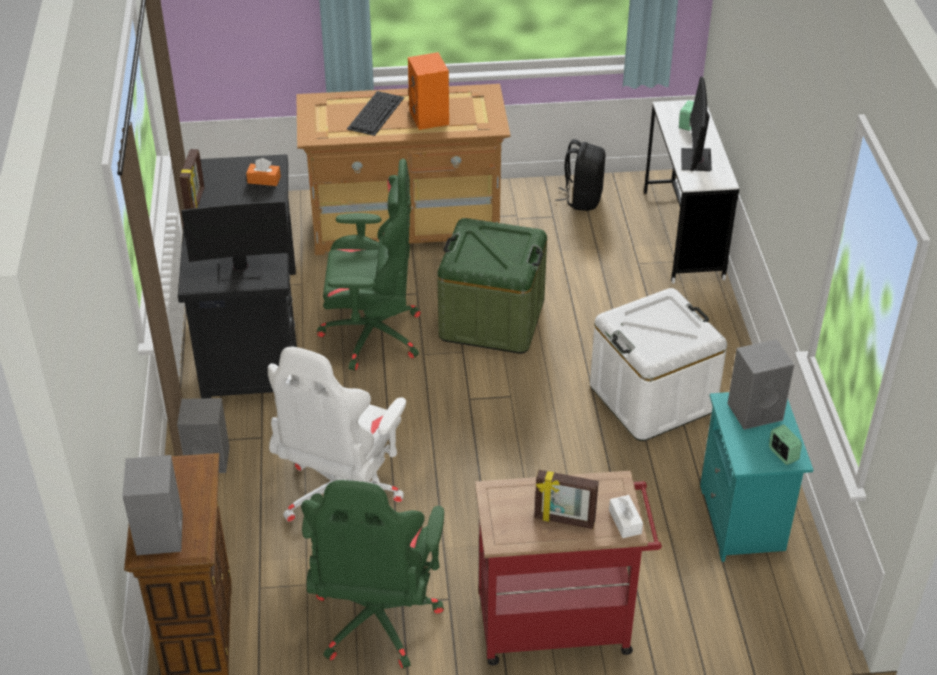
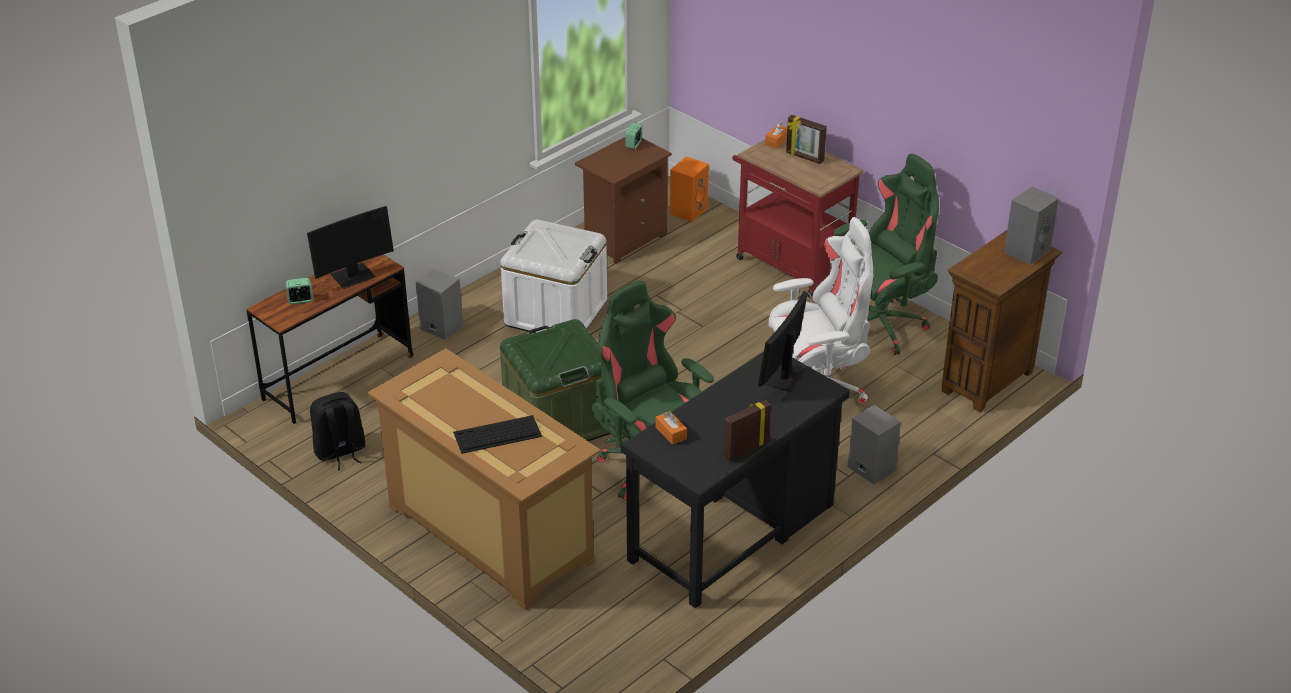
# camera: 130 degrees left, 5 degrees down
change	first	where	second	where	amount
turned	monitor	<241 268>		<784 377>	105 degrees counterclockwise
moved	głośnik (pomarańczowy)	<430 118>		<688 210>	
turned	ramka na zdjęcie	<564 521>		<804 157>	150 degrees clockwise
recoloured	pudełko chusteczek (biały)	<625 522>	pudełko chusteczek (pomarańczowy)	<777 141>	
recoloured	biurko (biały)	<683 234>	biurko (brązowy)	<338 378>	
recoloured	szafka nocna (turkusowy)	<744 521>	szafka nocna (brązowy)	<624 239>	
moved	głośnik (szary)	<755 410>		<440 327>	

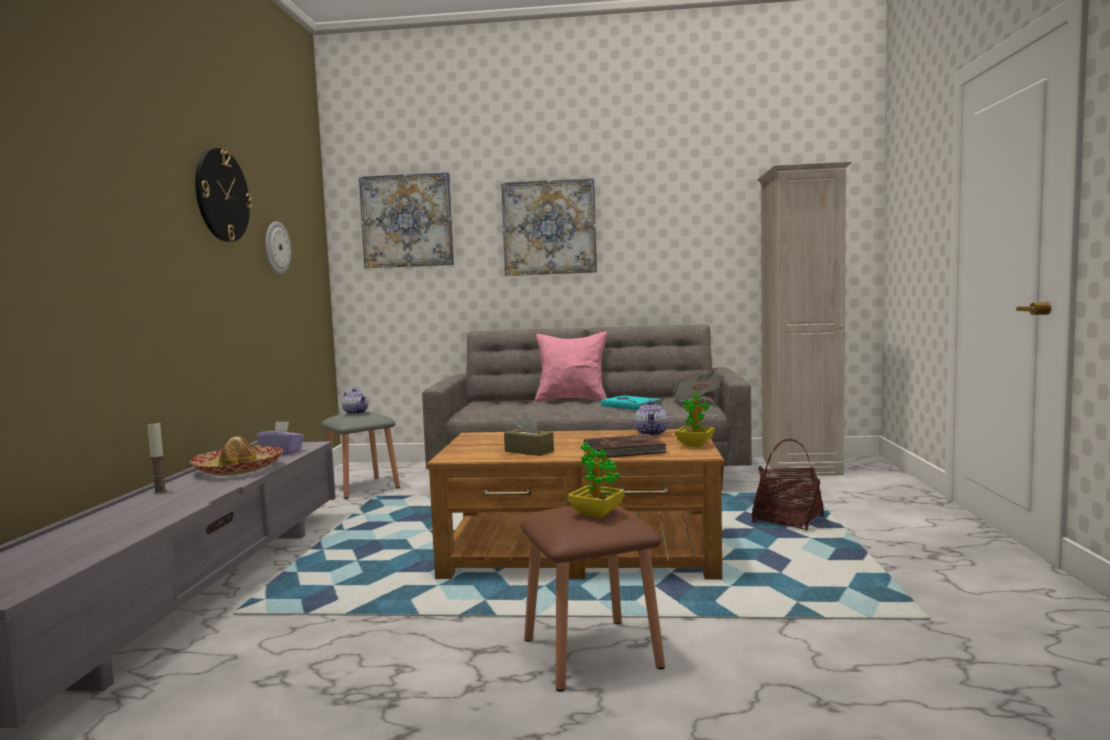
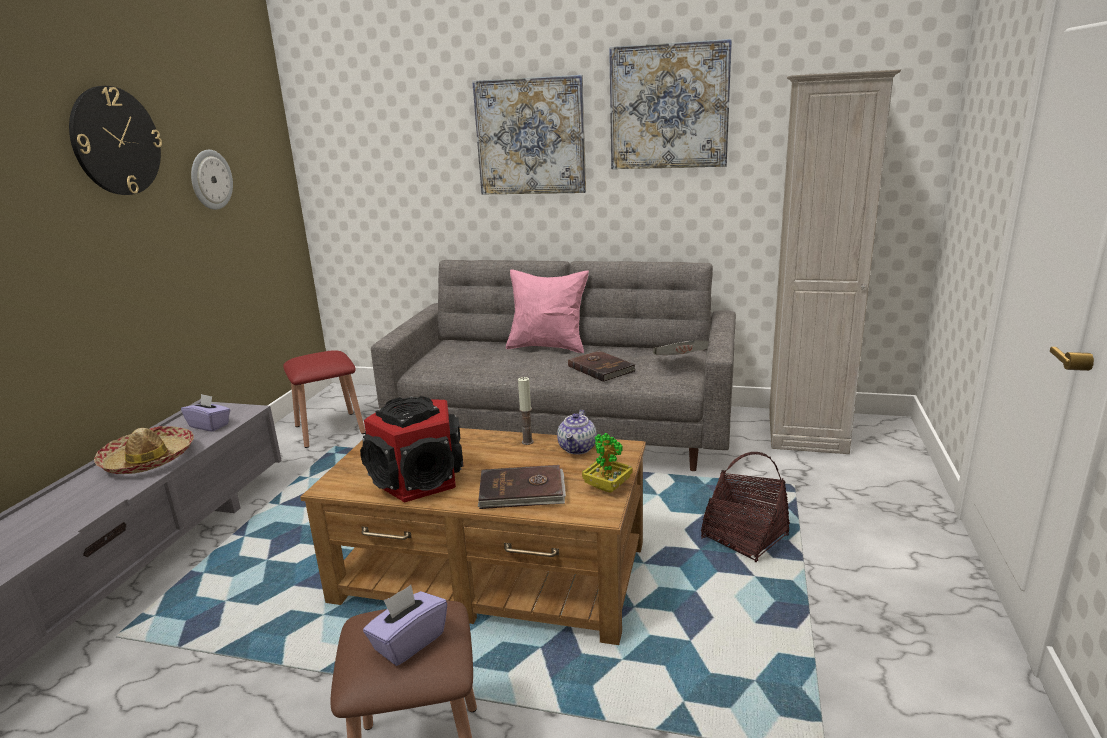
# camera: 10 degrees right, 15 degrees up
change	first	where	second	where	amount
moved	świeca	<160 492>		<527 442>	
recoloured	stołek (szary)	<362 487>	stołek (czerwony)	<330 429>	
removed	imbryk	<356 413>			
moved	obraz	<407 221>		<669 107>	
replaced	pudełko chusteczek (brązowy)	<529 451>	głośnik	<420 480>	
replaced	roślina doniczkowa	<596 513>	pudełko chusteczek (fioletowy)	<409 642>	
recoloured	książka (turkusowy)	<631 405>	książka (brązowy)	<601 368>	

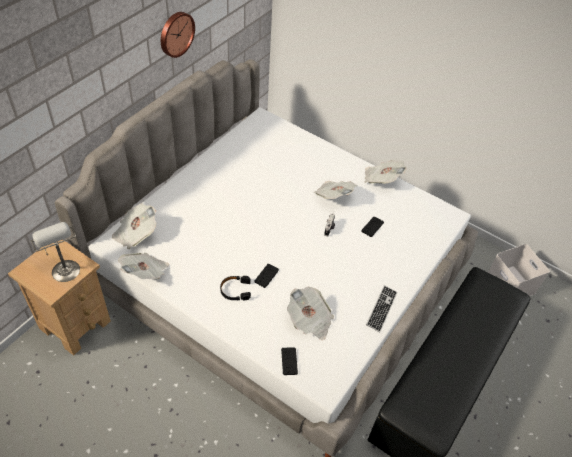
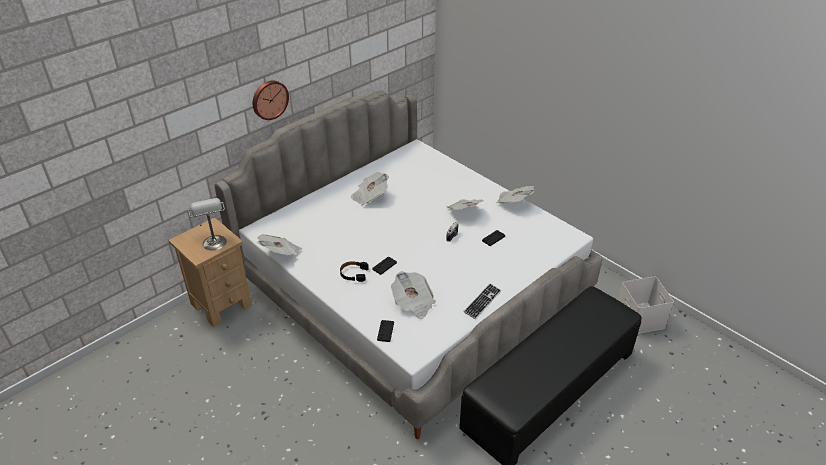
# camera: 15 degrees right, 10 degrees down
change	first	where	second	where	amount
moved	gazeta	<135 234>		<370 196>	
moved	zegar ścienny	<176 34>		<269 99>	

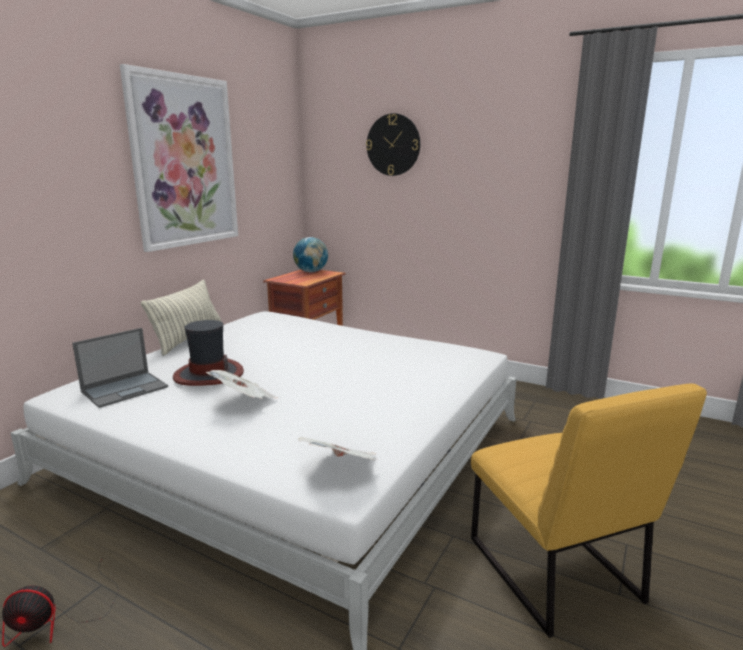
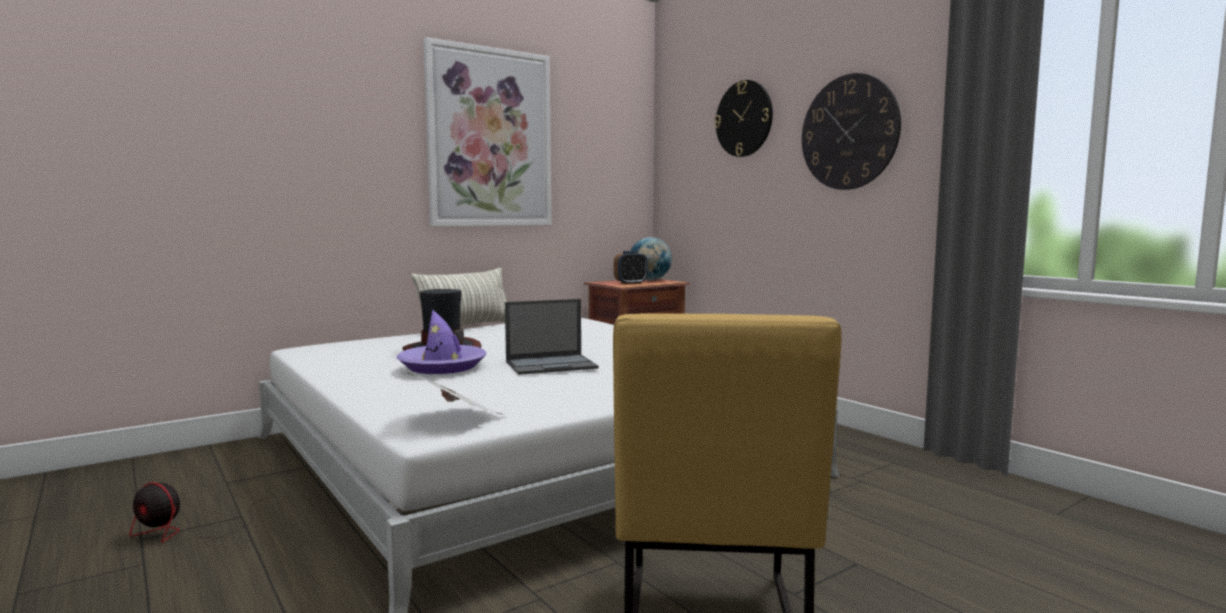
# camera: 25 degrees right, 10 degrees down
change	first	where	second	where	amount
moved	laptop	<126 389>		<552 365>	
replaced	gazeta	<244 401>	kapelusz (fioletowy)	<442 367>	
added			budzik	<630 283>	
added			zegar ścienny	<849 132>	

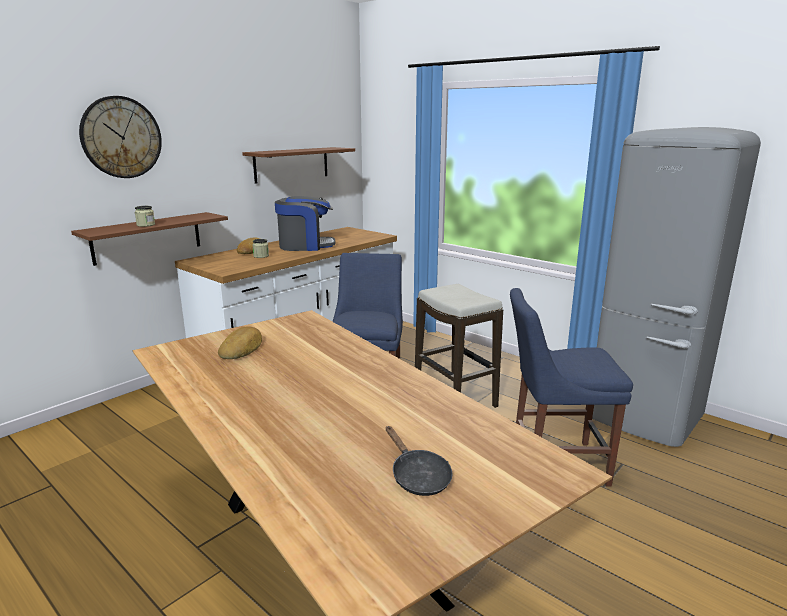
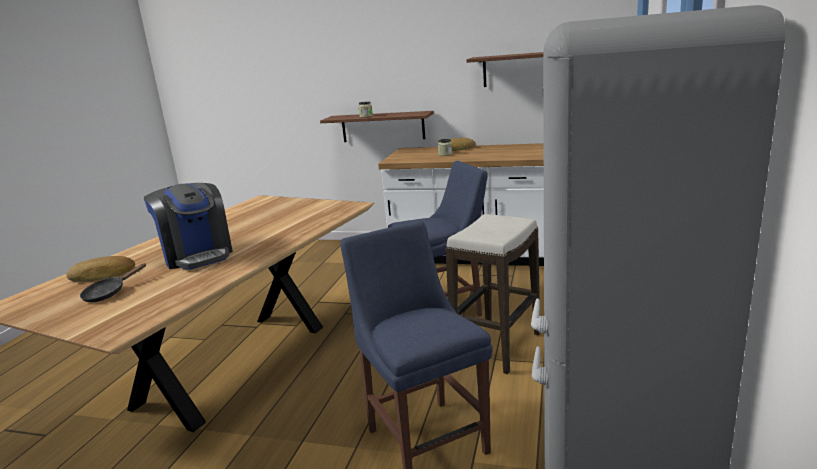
# camera: 65 degrees right, 0 degrees up
change	first	where	second	where	amount
removed	zegar ścienny	<121 137>			
moved	chleb	<242 348>		<103 275>	
moved	ekspres do kawy	<305 246>		<197 255>	

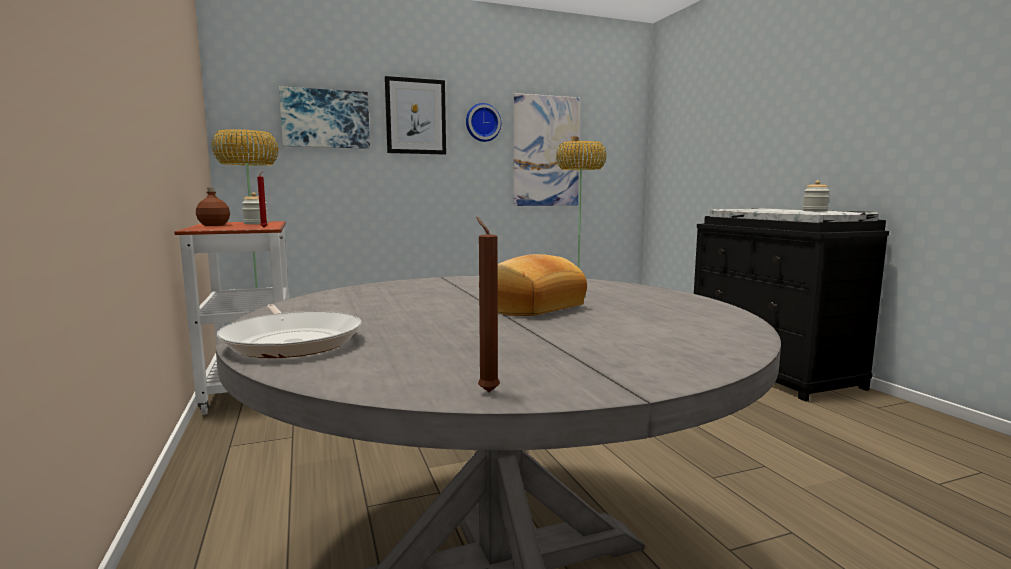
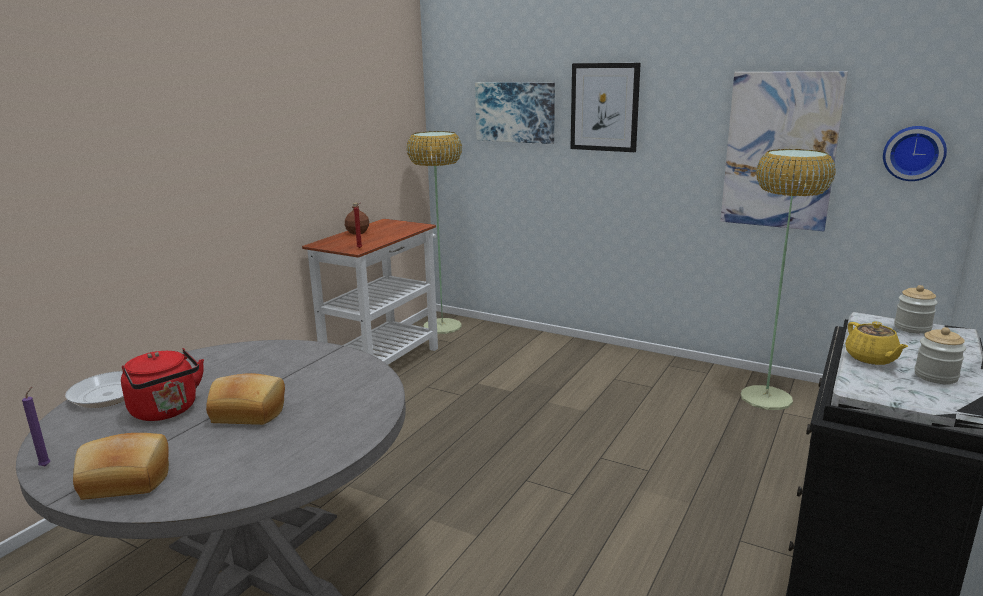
# camera: 50 degrees right, 10 degrees up
change	first	where	second	where	amount
moved	słoik	<256 224>		<912 328>	
moved	zegar ścienny	<482 122>		<914 153>	
recoloured	świeca (brązowy)	<486 391>	świeca (fioletowy)	<46 465>	
added			chleb	<126 481>	
added			czajnik (czerwony)	<167 411>	
added			imbryk (żółty)	<871 358>	

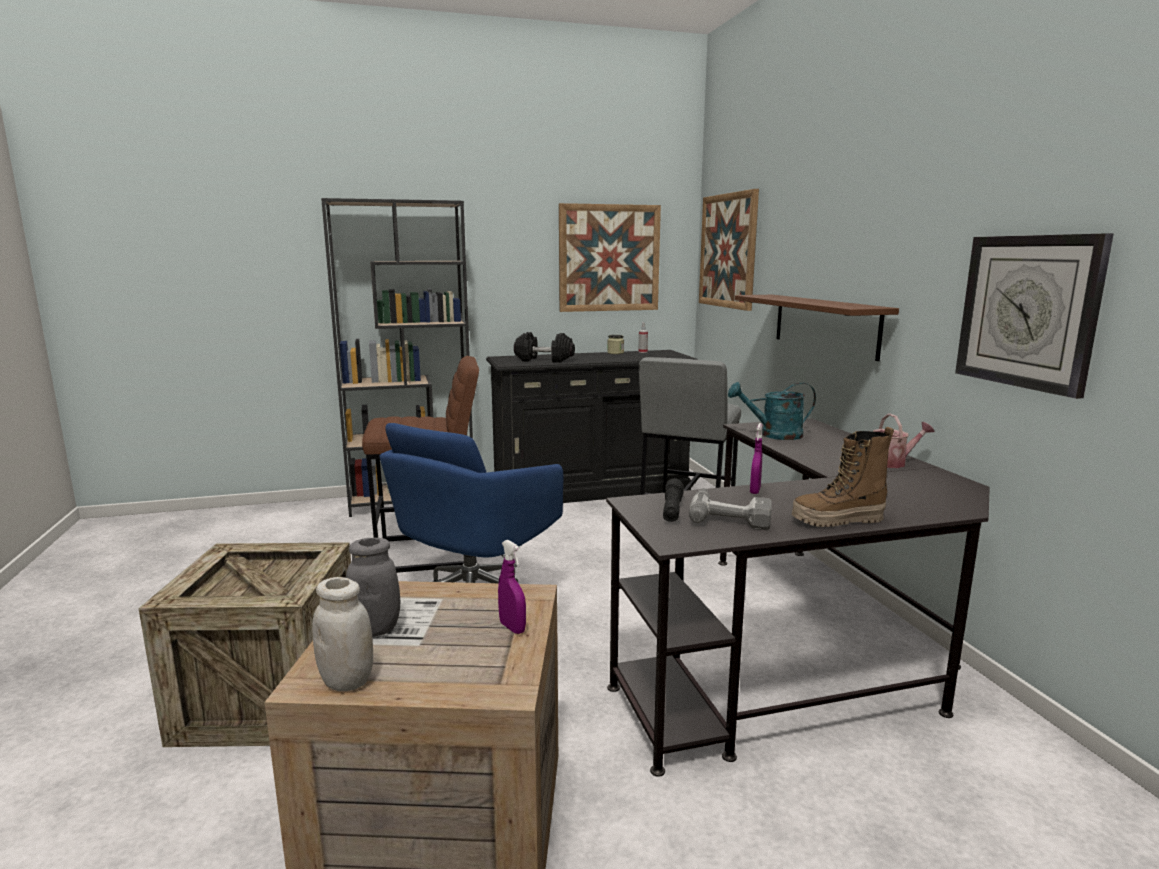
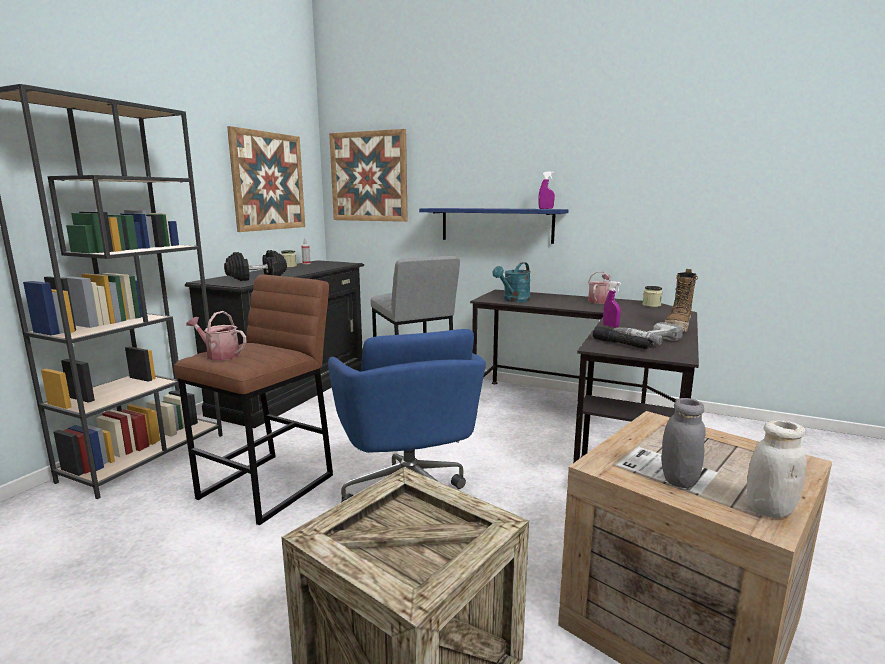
# camera: 50 degrees left, 0 degrees up
change	first	where	second	where	amount
moved	spryskiwacz (fioletowy)	<512 627>		<545 209>	
recoloured	półka (brązowy)	<824 324>	półka (niebieski)	<496 225>	
removed	zegar ścienny	<1028 311>			
added			konewka	<219 355>	
added			słoik	<651 305>	

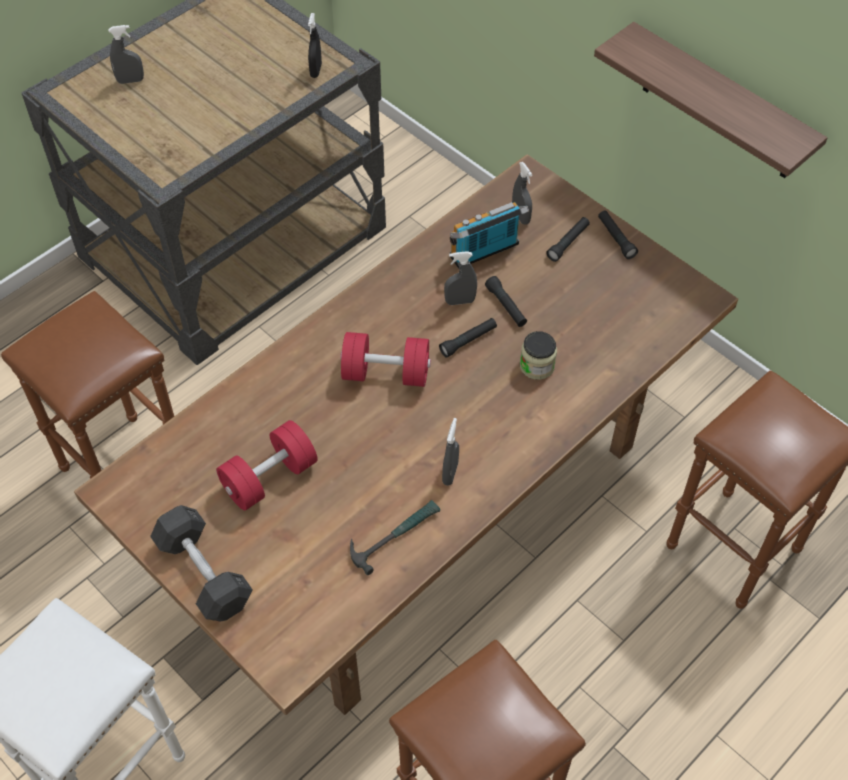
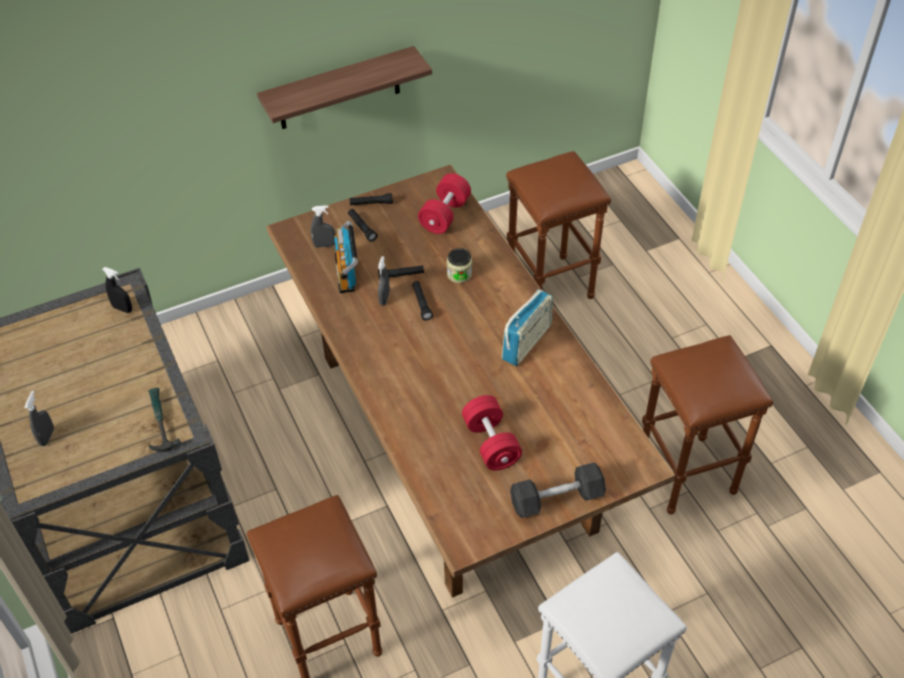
# camera: 70 degrees left, 5 degrees down
change	first	where	second	where	amount
moved	hantel (czerwony)	<386 373>		<445 215>	
moved	młotek	<394 535>		<159 422>	
replaced	spryskiwacz (szary)	<450 473>	radio	<527 342>	

